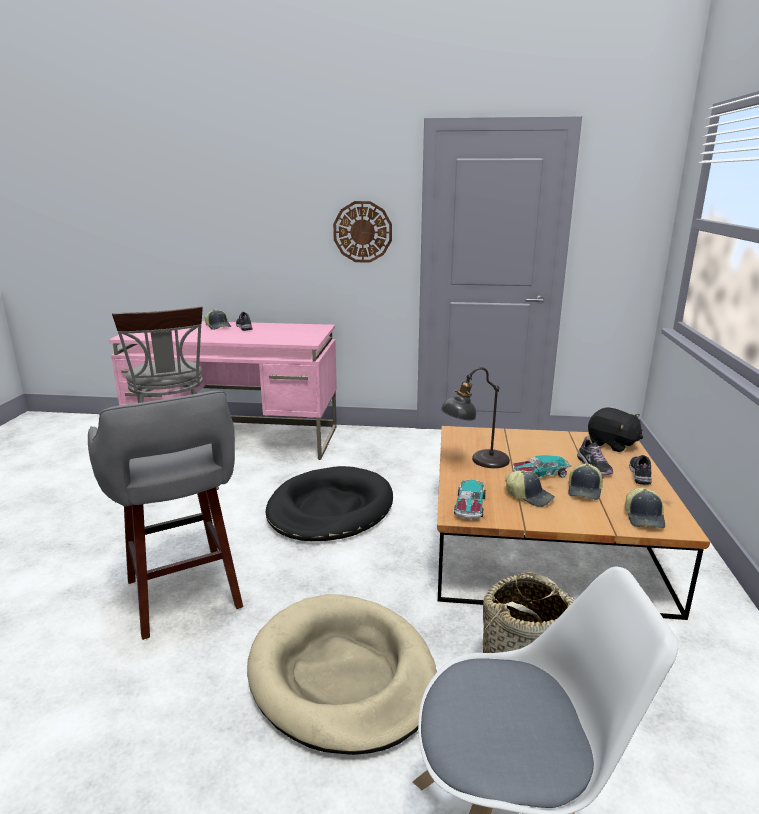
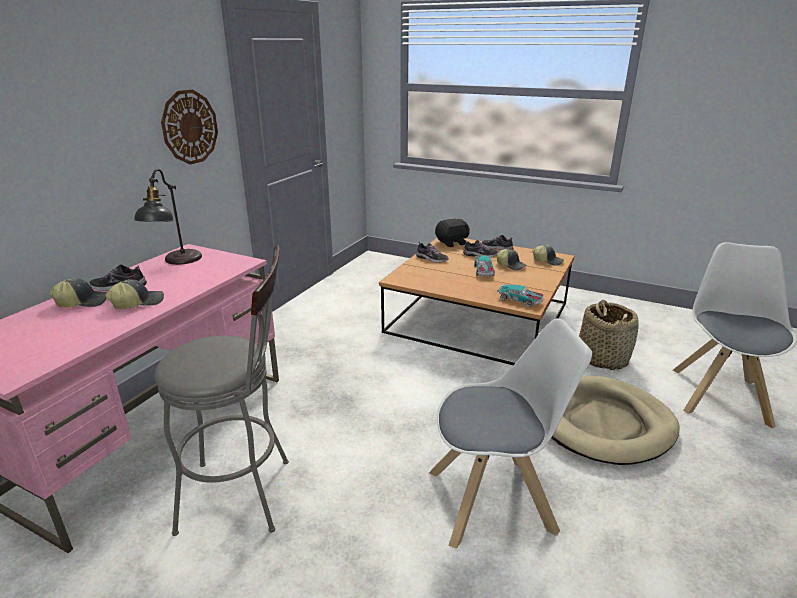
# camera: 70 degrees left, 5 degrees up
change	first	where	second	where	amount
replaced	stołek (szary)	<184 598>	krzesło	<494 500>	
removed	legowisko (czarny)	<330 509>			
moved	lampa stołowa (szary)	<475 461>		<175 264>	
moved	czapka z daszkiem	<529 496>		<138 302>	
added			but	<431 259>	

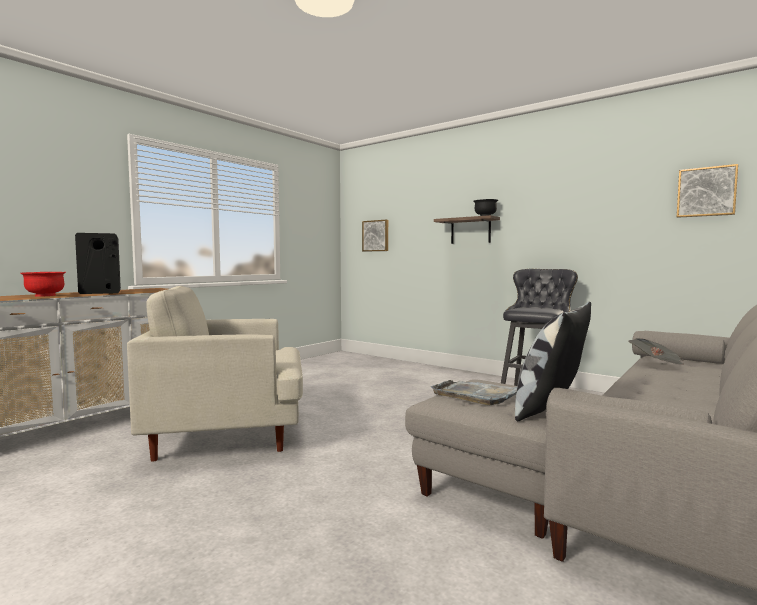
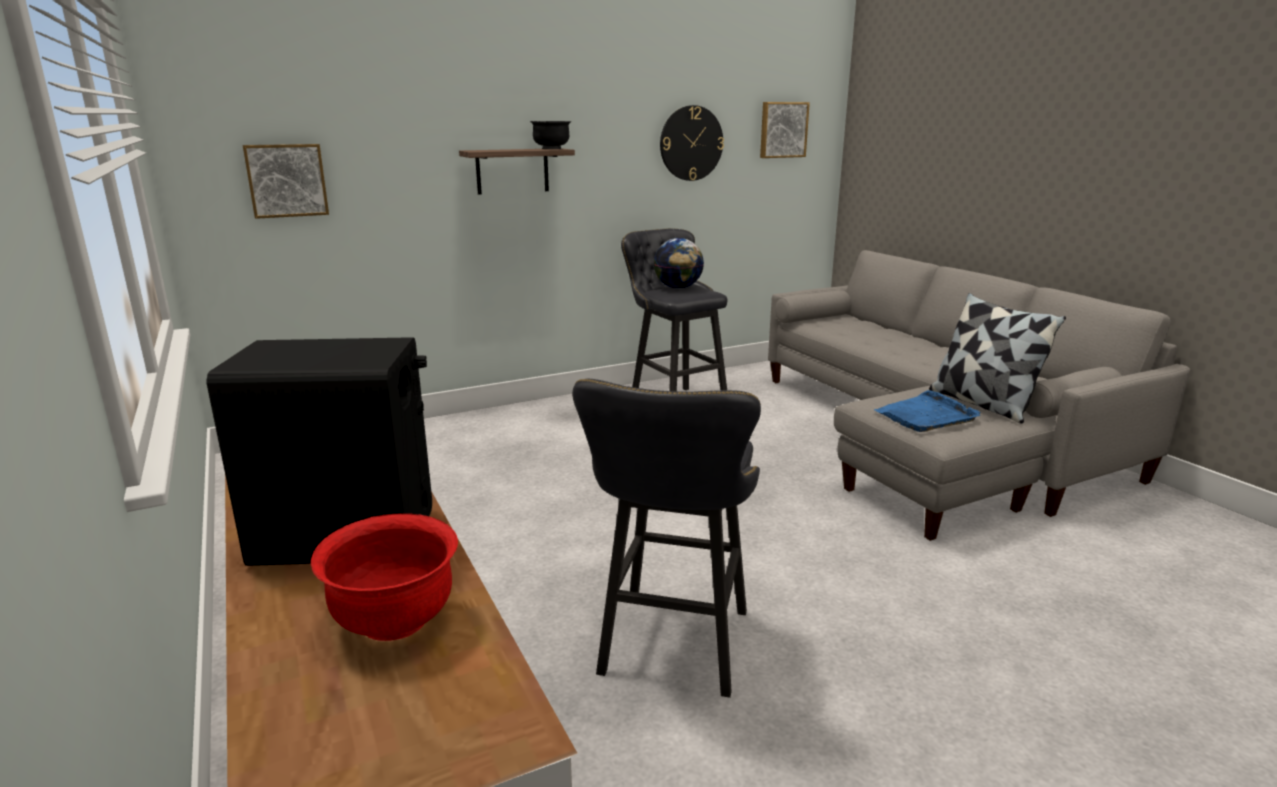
# camera: 65 degrees left, 15 degrees up
change	first	where	second	where	amount
replaced	fotel (beżowy)	<230 437>	stołek (czarny)	<671 654>	
recoloured	taca (szary)	<477 394>	taca (niebieski)	<926 416>	
removed	gazeta	<657 365>			
added			globus	<678 288>	
added			zegar ścienny	<691 143>	

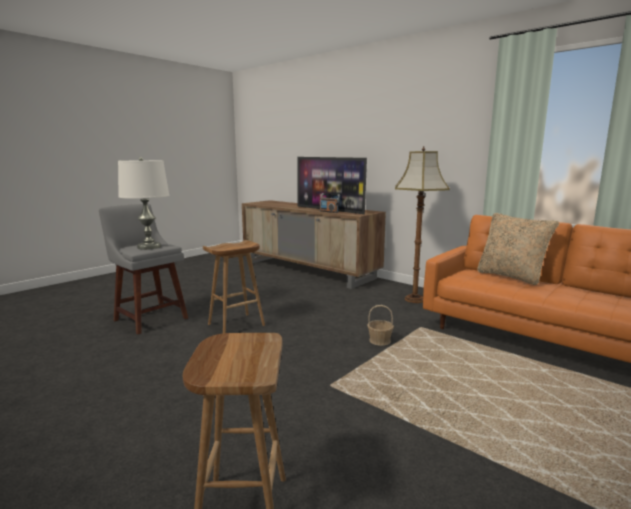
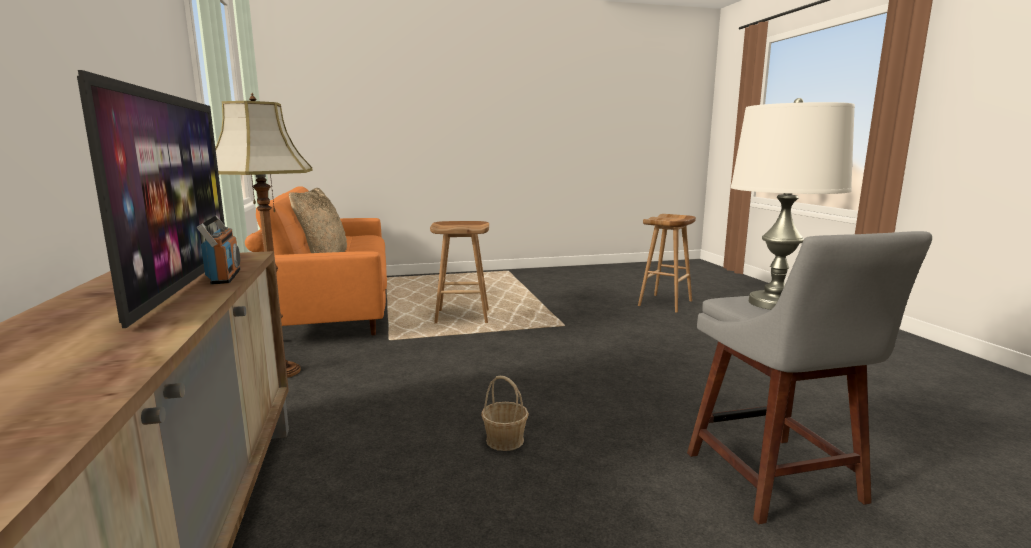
# camera: 145 degrees left, 0 degrees up
change	first	where	second	where	amount
moved	stołek (brązowy)	<236 325>		<463 317>	
moved	koszyk	<380 341>		<505 440>	

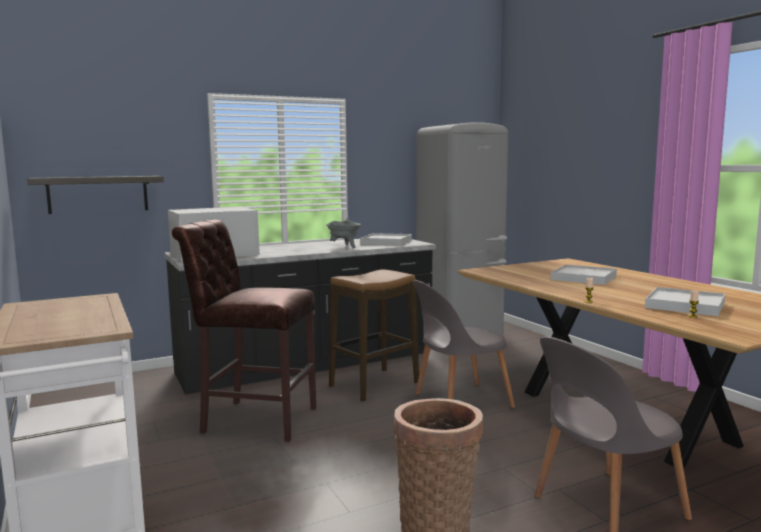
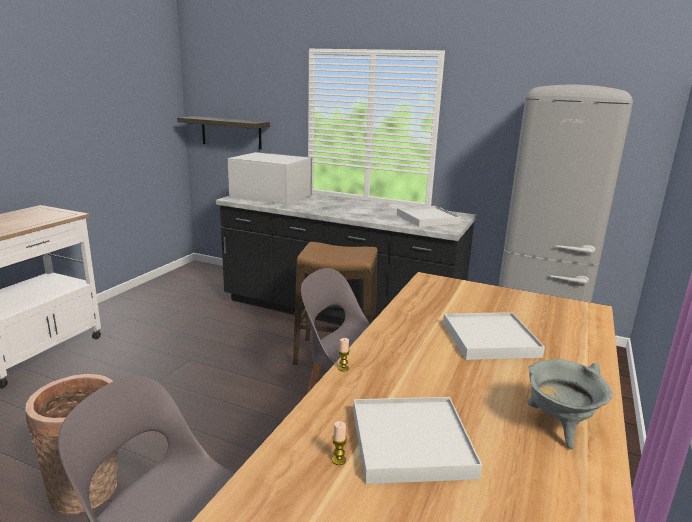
# camera: 50 degrees right, 10 degrees up
change	first	where	second	where	amount
removed	stołek (brązowy)	<254 419>			
moved	garnek (szary)	<344 247>		<559 428>	

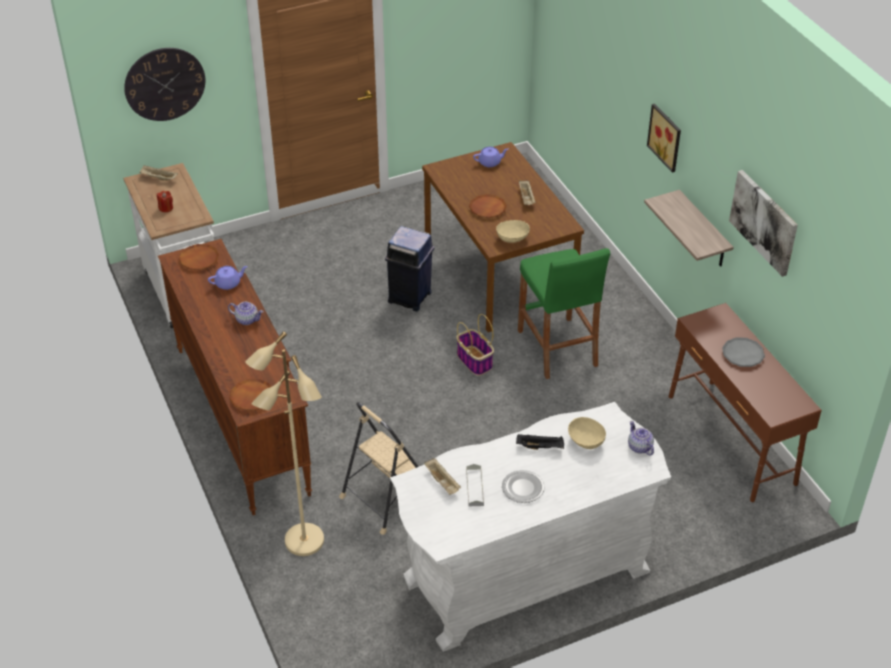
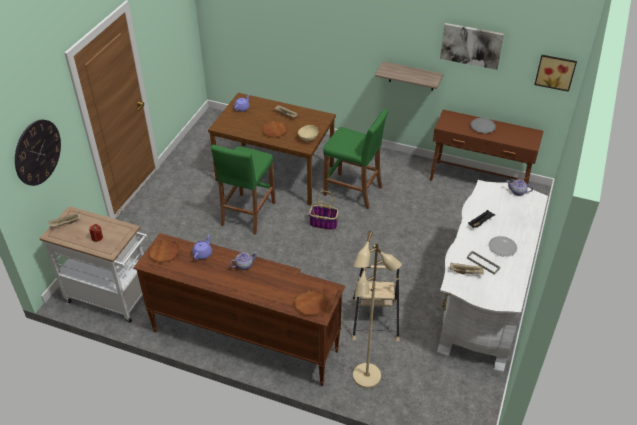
# camera: 45 degrees left, 0 degrees up
change	first	where	second	where	amount
replaced	kosz na śmieci (niebieski)	<410 297>	stołek (zielony)	<248 214>	
removed	miska (beżowy)	<585 441>			
moved	obraz	<666 137>		<555 71>	

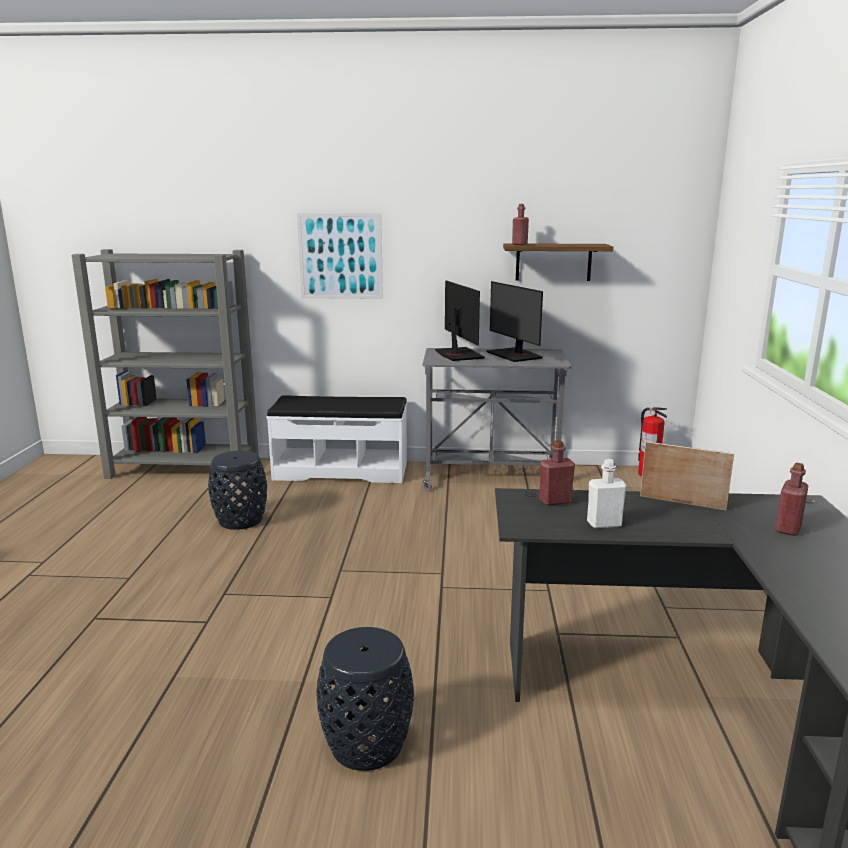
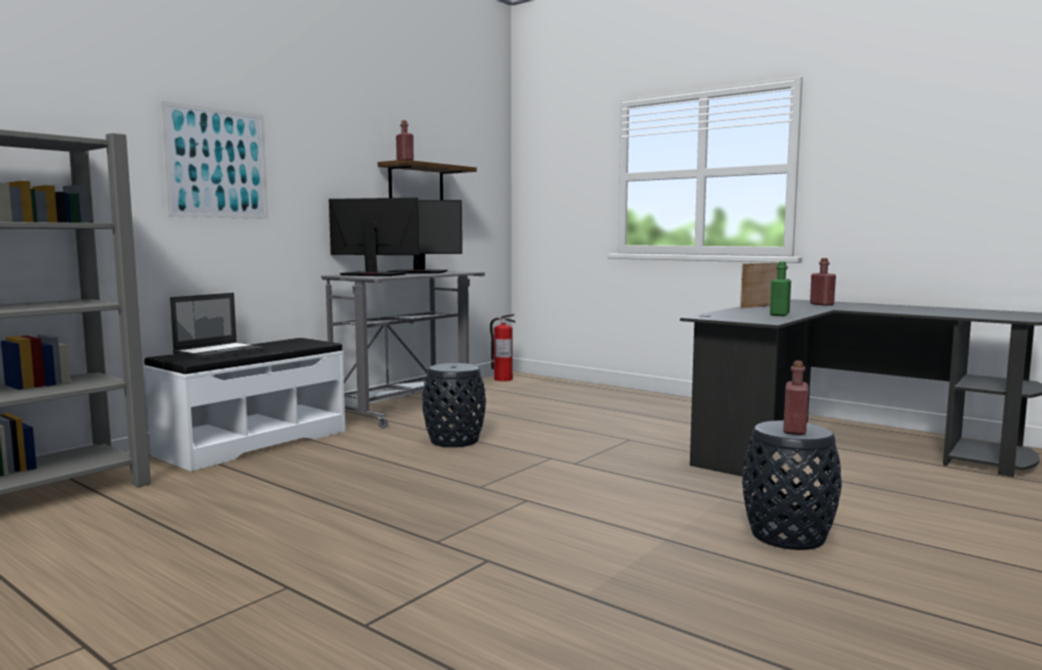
# camera: 55 degrees left, 10 degrees down
change	first	where	second	where	amount
moved	stołek (czarny)	<240 520>		<454 441>	
moved	butelka (czerwony)	<555 501>		<794 430>	
recoloured	butelka (biały)	<604 524>	butelka (zielony)	<779 314>	
added			laptop	<221 351>	

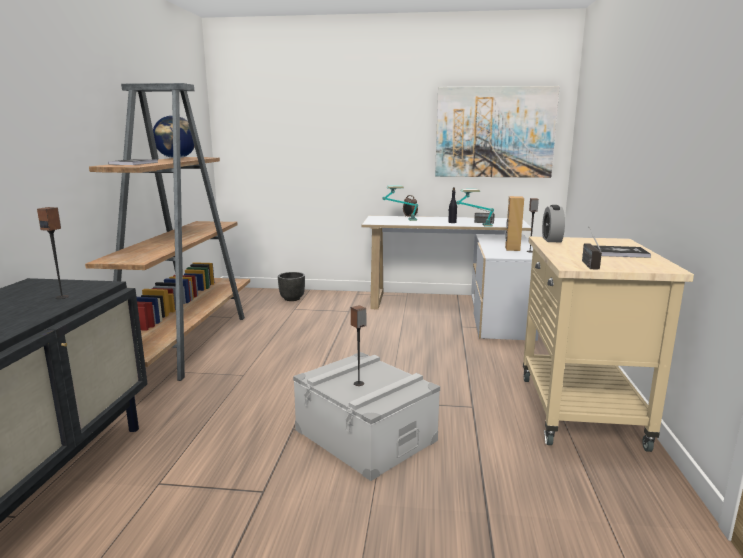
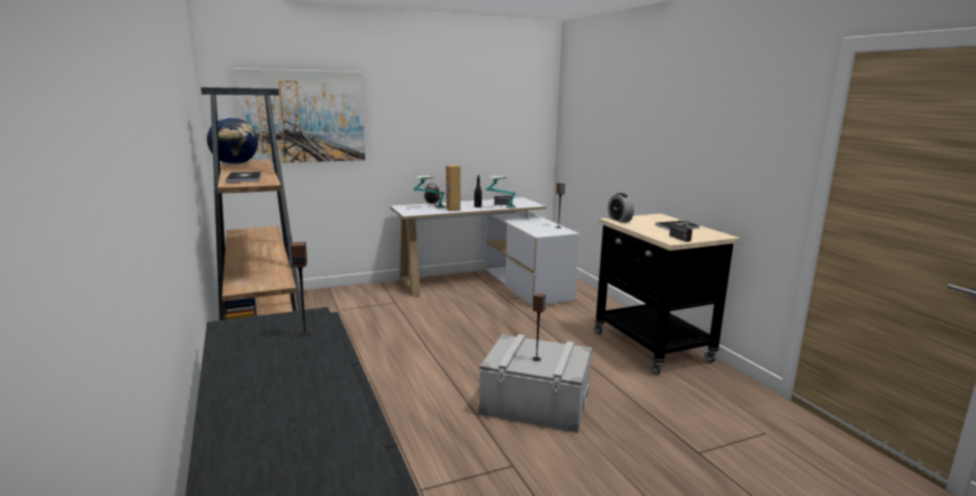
# camera: 30 degrees left, 0 degrees up
change	first	where	second	where	amount
removed	donica (czarny)	<292 299>			
moved	obraz	<494 132>		<303 116>	
moved	głośnik (brązowy)	<512 249>		<453 209>	
recoloured	wózek (beżowy)	<580 413>	wózek (czarny)	<652 347>	

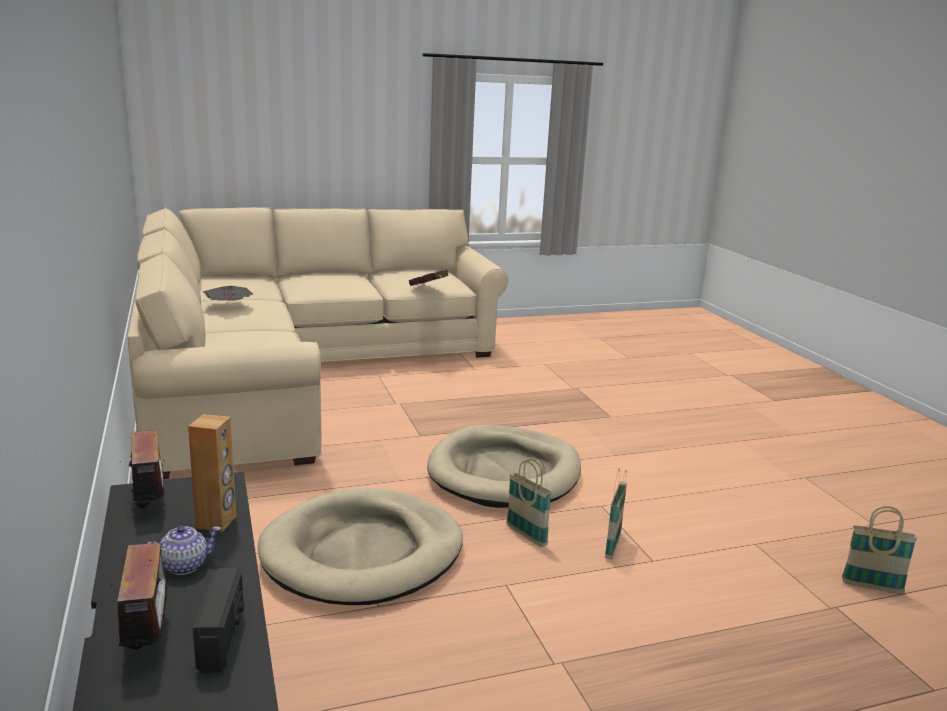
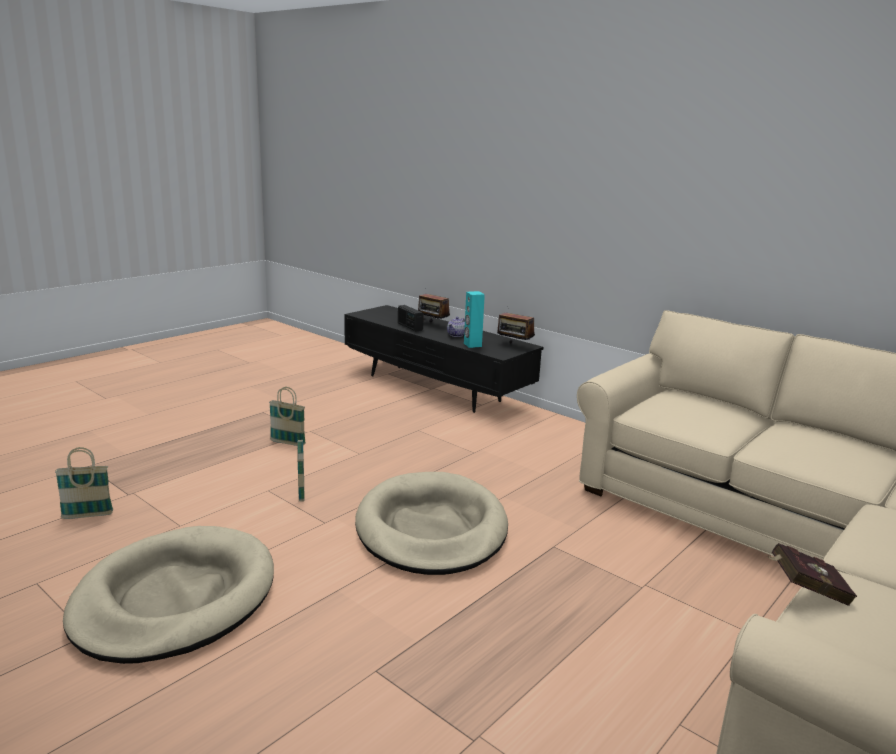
# camera: 150 degrees right, 0 degrees up
change	first	where	second	where	amount
recoloured	głośnik (brązowy)	<217 522>	głośnik (turkusowy)	<472 345>	
removed	gazeta	<229 306>			
moved	legowisko (beżowy)	<363 553>		<175 599>	
moved	koszyk	<526 535>		<288 443>	

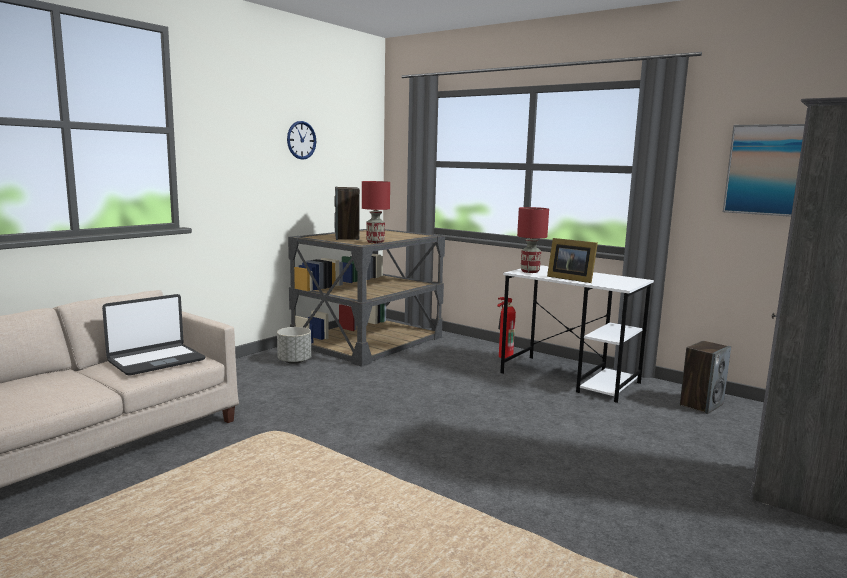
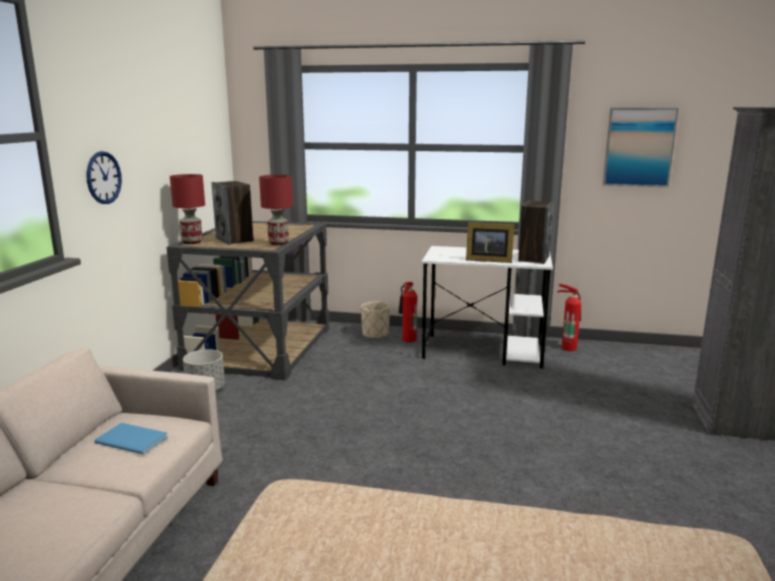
# camera: 25 degrees left, 5 degrees up
change	first	where	second	where	amount
replaced	laptop	<156 360>	książka (niebieski)	<132 439>	
moved	zegar ścienny	<301 140>		<103 177>	
moved	lampa stołowa (czerwony)	<530 271>		<192 242>	
moved	głośnik	<701 405>		<533 258>	
added			donica (beżowy)	<375 334>	
added			gaśnica	<568 347>	

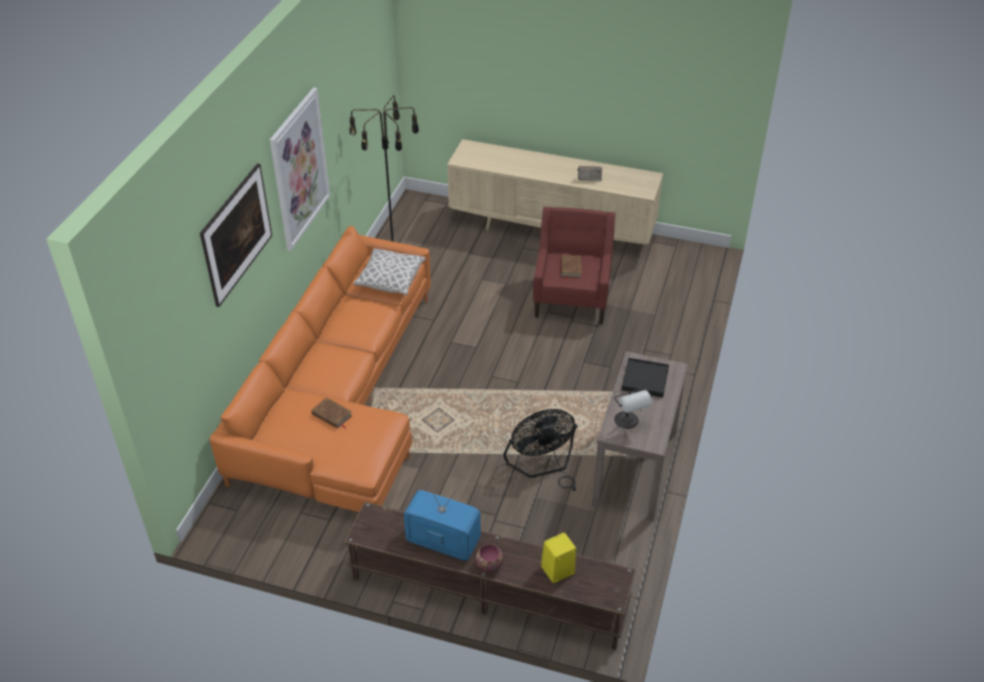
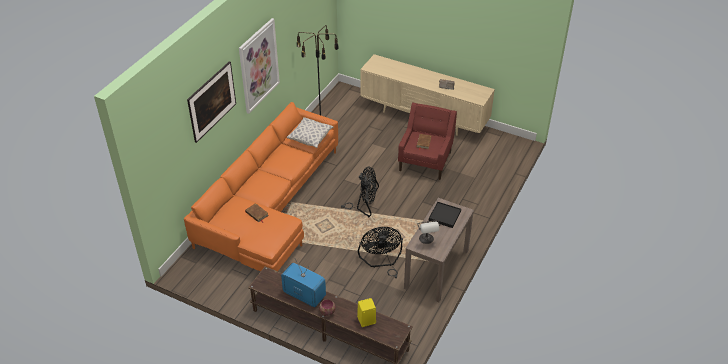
# camera: 10 degrees right, 0 degrees up
change	first	where	second	where	amount
added			wentylator (czarny)	<364 203>	

